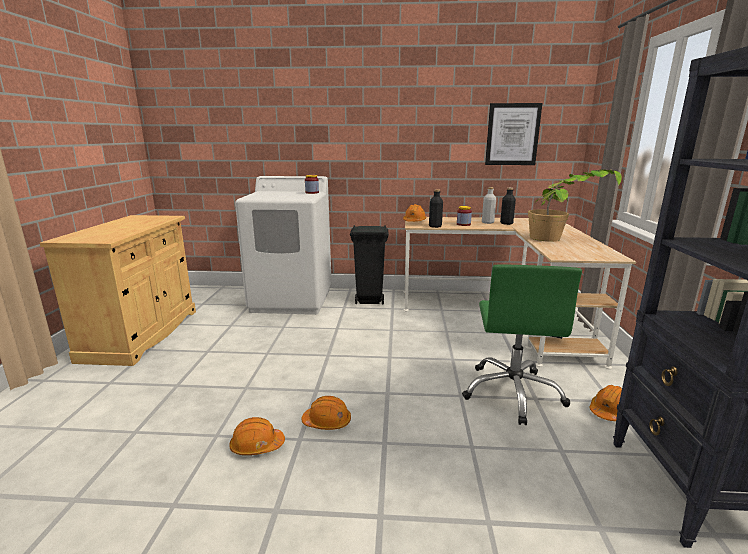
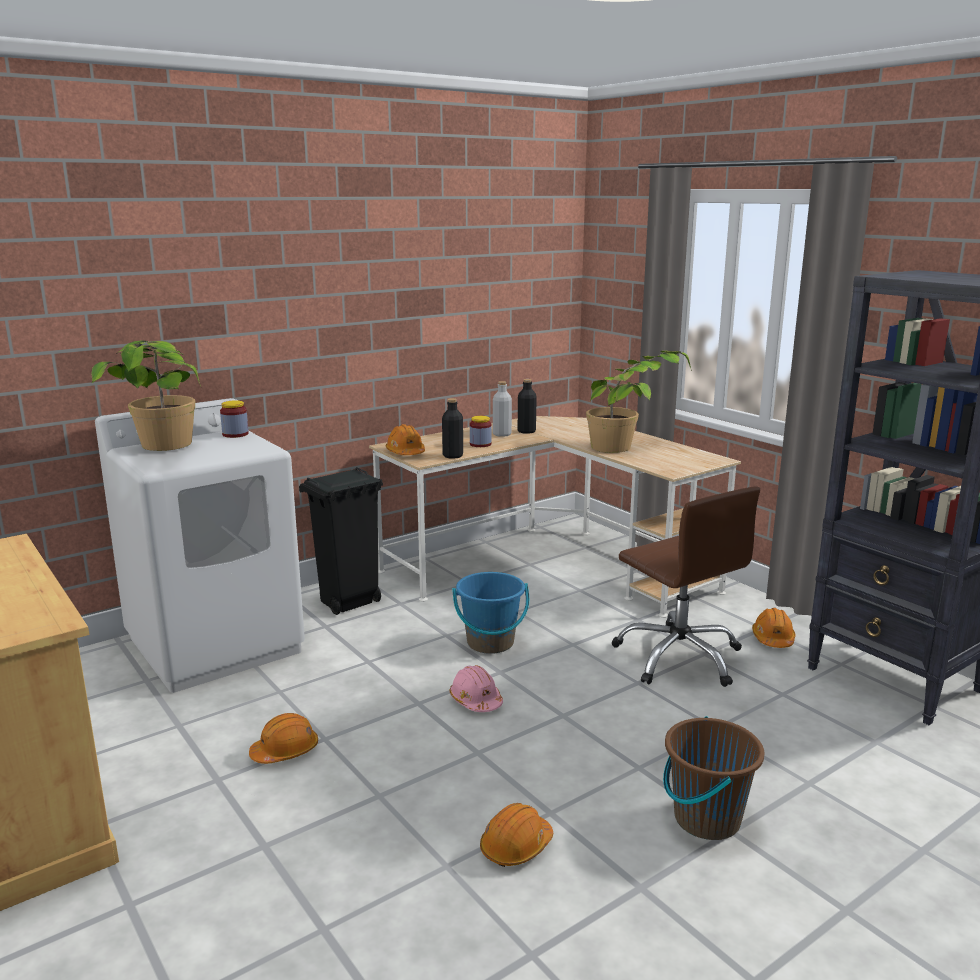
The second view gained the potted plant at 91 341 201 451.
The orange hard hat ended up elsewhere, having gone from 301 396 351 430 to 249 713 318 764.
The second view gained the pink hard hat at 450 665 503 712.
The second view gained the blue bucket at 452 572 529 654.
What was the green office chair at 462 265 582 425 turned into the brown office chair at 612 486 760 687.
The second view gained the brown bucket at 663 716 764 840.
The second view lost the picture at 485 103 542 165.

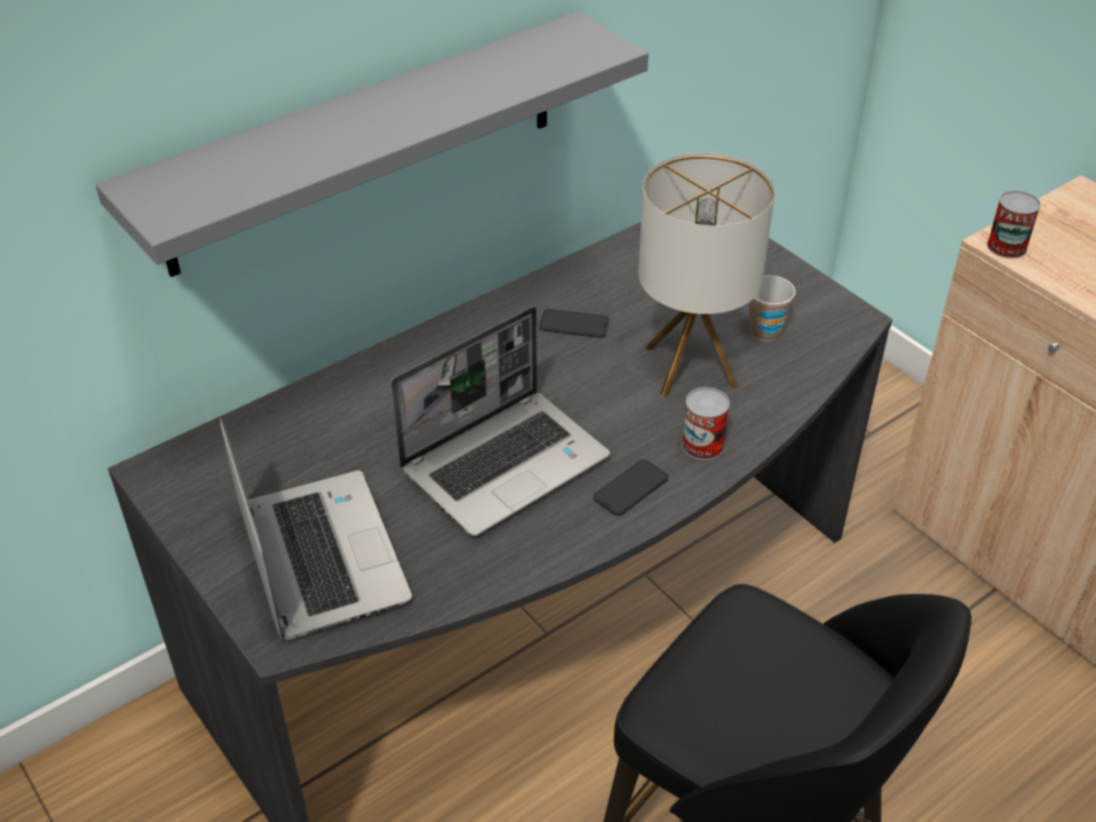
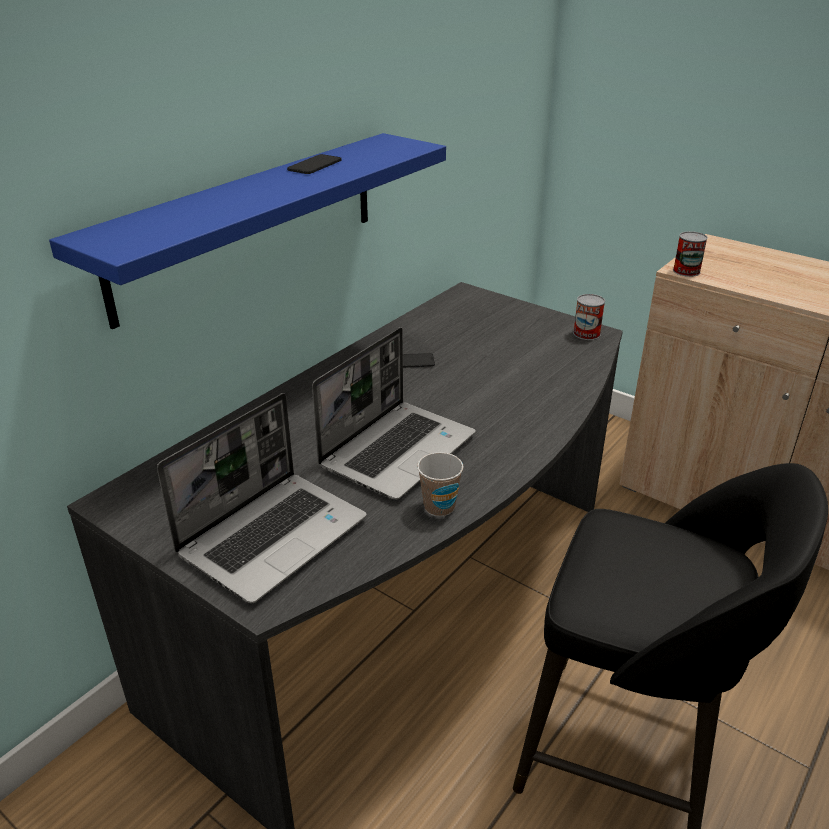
What was the grey shelf at 96 11 649 277 turned into the blue shelf at 49 133 446 329.
The laptop at 220 417 412 640 ended up facing another way, 75 degrees clockwise from before.
The phone ended up elsewhere, having gone from 593 459 668 516 to 287 154 342 174.
The cup ended up elsewhere, having gone from 749 275 795 342 to 417 452 463 517.
The can ended up elsewhere, having gone from 682 387 730 460 to 573 294 605 340.
The second view lost the table lamp at 638 152 775 397.

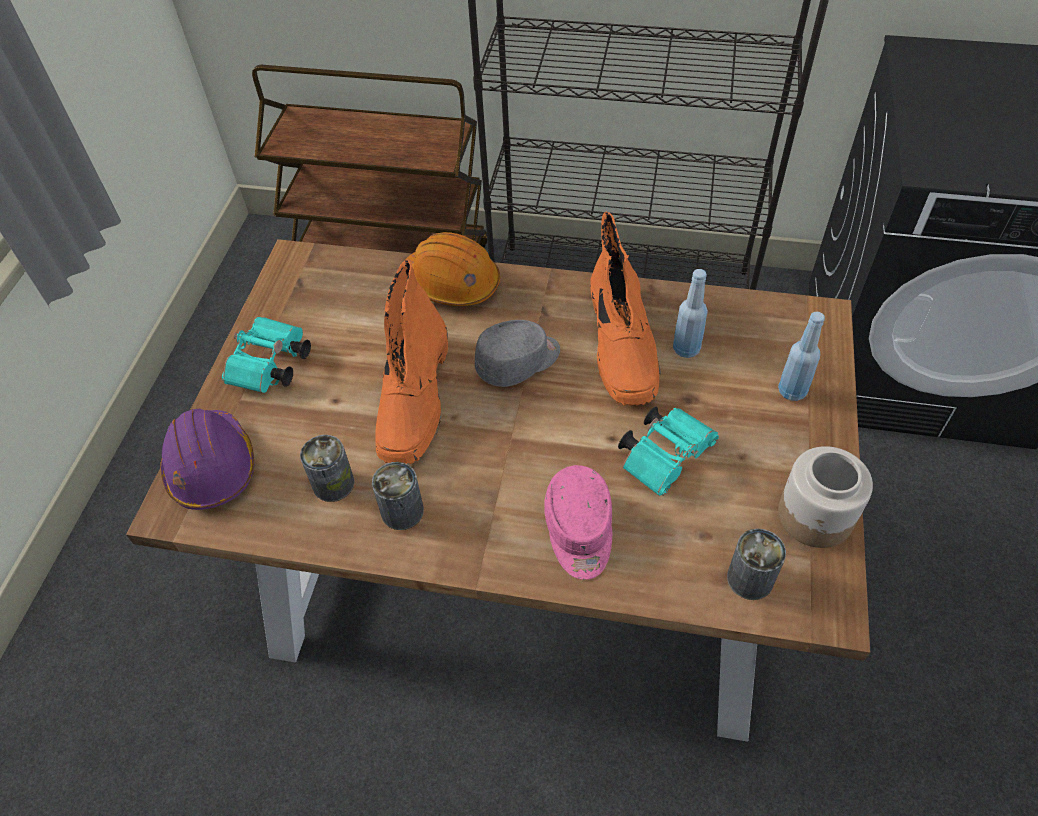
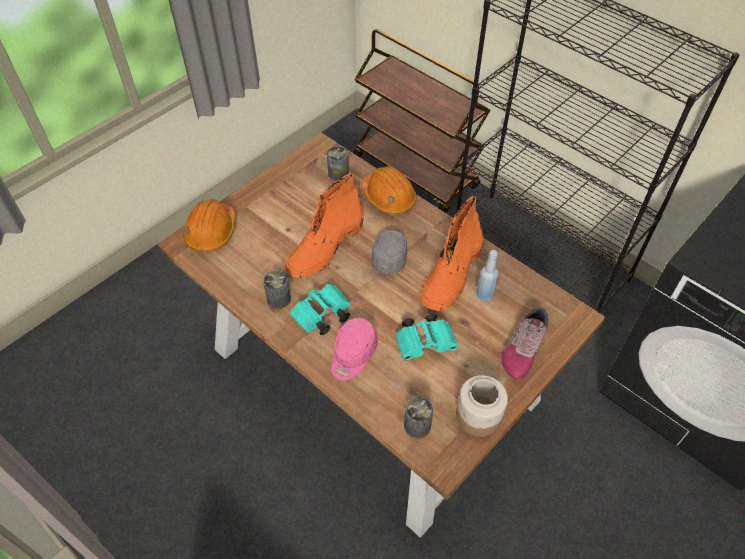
What was the purple hard hat at 160 409 254 510 turned into the orange hard hat at 183 199 236 252.
The turquoise binoculars ended up elsewhere, having gone from 222 317 311 393 to 290 284 351 335.
The can ended up elsewhere, having gone from 300 435 354 502 to 327 146 349 181.
The grey cap at 475 320 560 387 ended up facing another way, 75 degrees counterclockwise from before.
Where the blue bottle stood at 778 312 825 401, the shoe came to stand at 501 307 549 379.

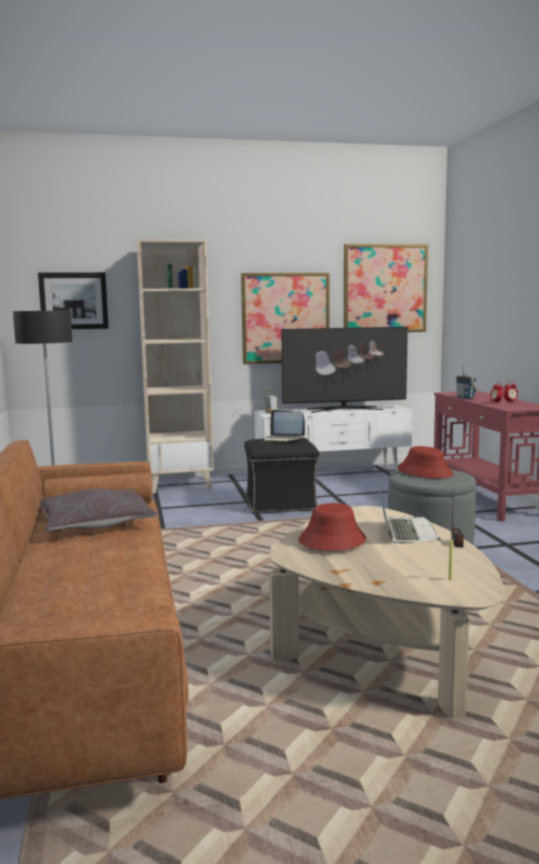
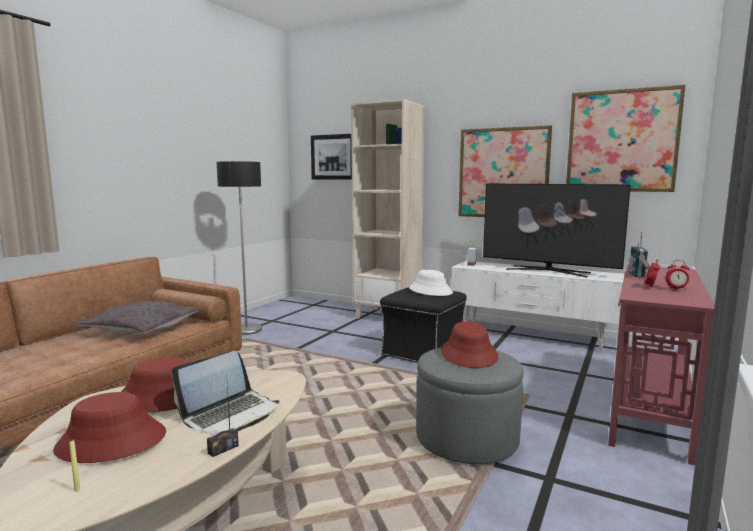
The second view gained the red hat at 53 392 166 463.
Where the laptop stood at 263 410 305 443, the white hat came to stand at 409 270 453 296.

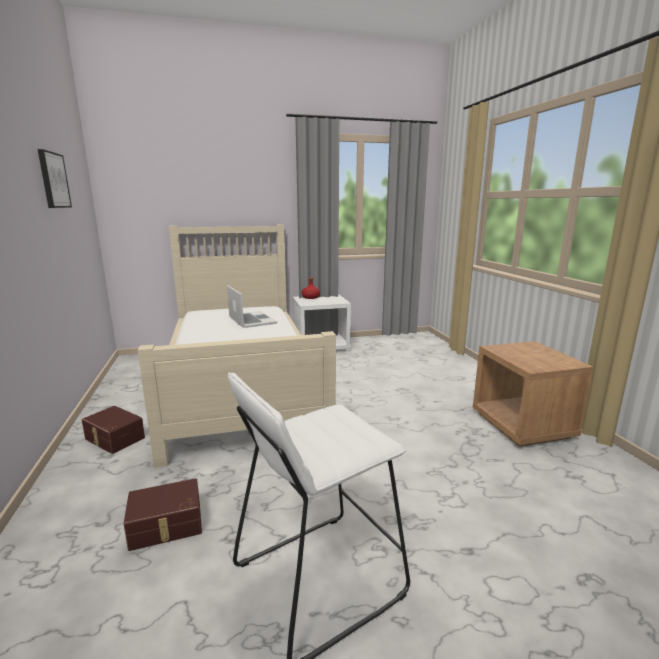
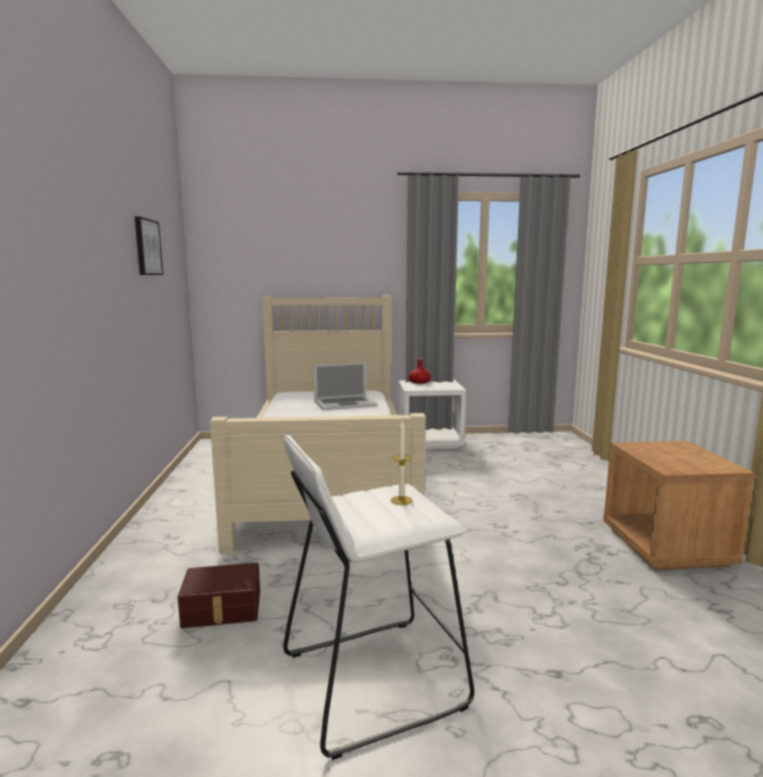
The laptop at 227 285 277 328 ended up facing another way, 90 degrees clockwise from before.
The second view gained the candle at 391 421 413 505.
The second view lost the brown storage box at 82 406 145 454.

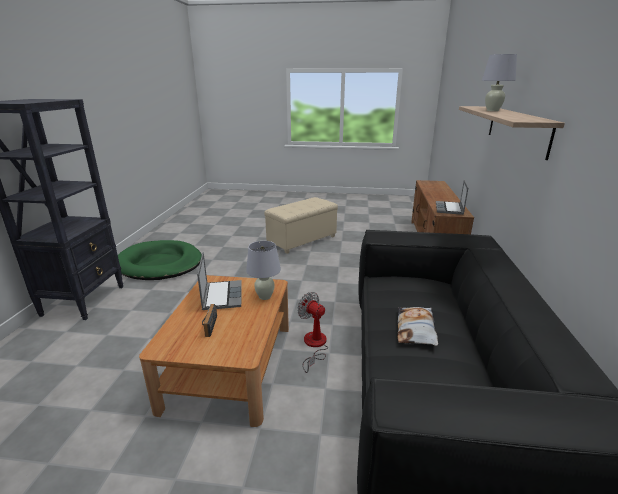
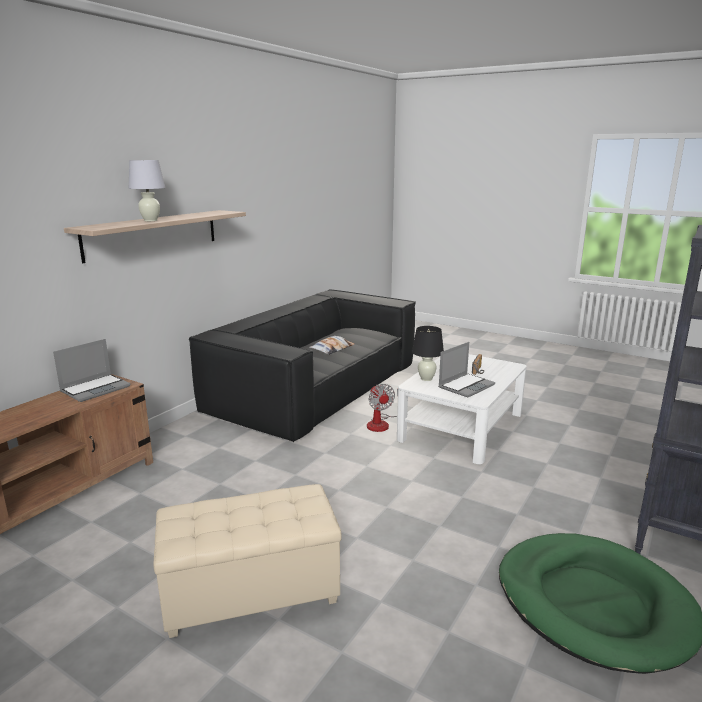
What was the brown coffee table at 139 275 289 427 turned into the white coffee table at 397 354 527 464.
What was the white table lamp at 246 241 281 300 turned into the black table lamp at 412 326 444 381.
The laptop at 197 252 242 310 ended up facing another way, 150 degrees counterclockwise from before.

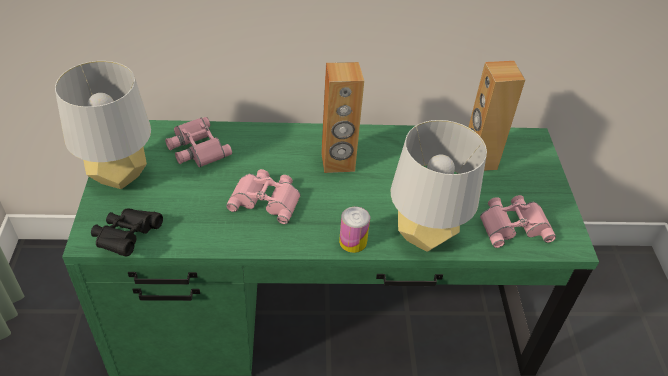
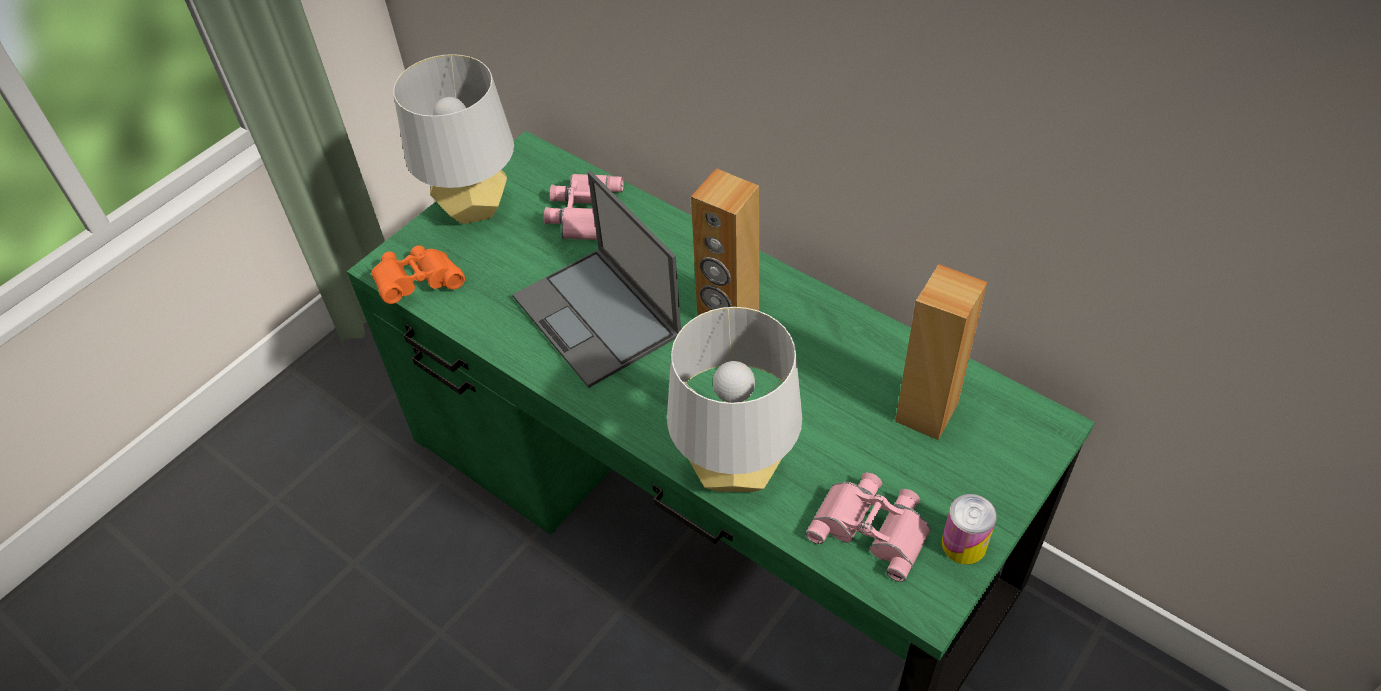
What was the black binoculars at 91 208 163 257 turned into the orange binoculars at 371 245 465 304.
Where the pink binoculars stood at 226 169 301 224, the laptop came to stand at 512 171 681 388.
The can ended up elsewhere, having gone from 339 207 370 253 to 942 494 997 565.

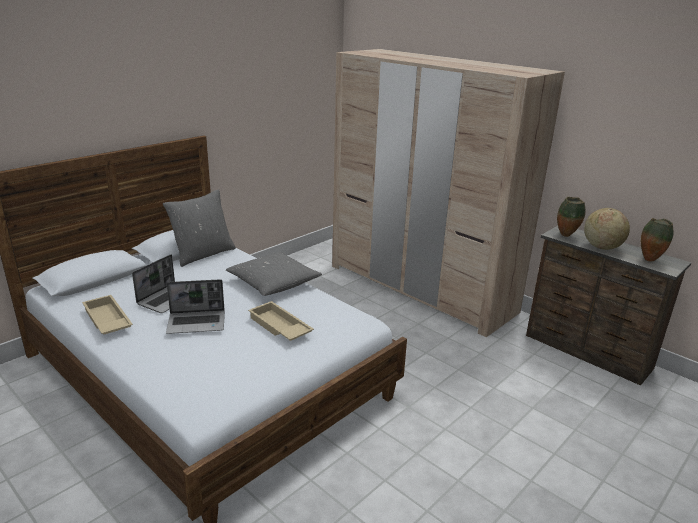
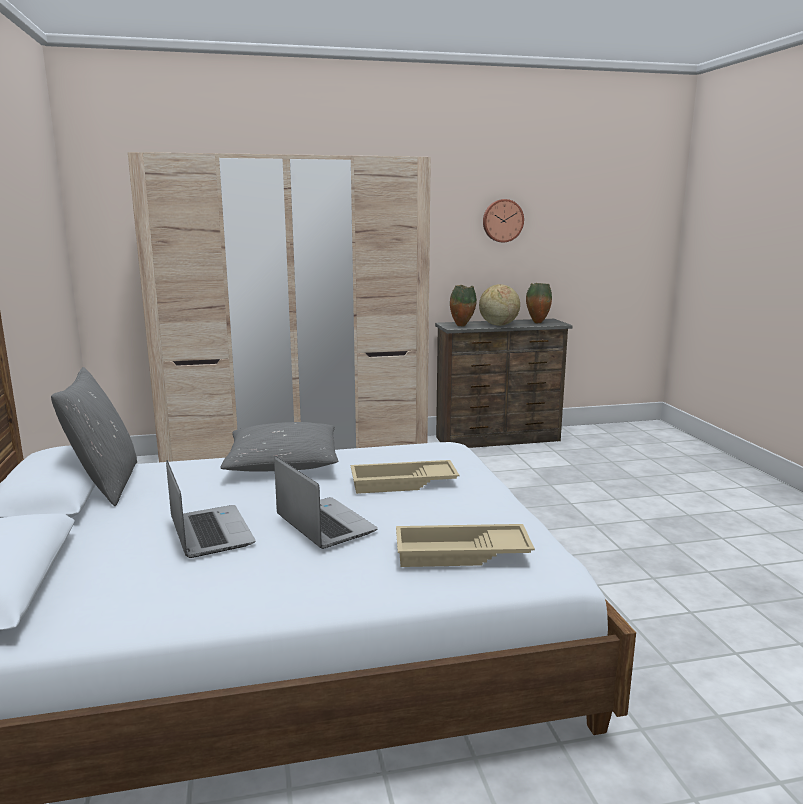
The laptop at 166 279 225 334 ended up facing another way, 60 degrees counterclockwise from before.
The beige tray ended up elsewhere, having gone from 82 295 133 335 to 396 524 535 567.
The second view gained the wall clock at 483 199 524 242.

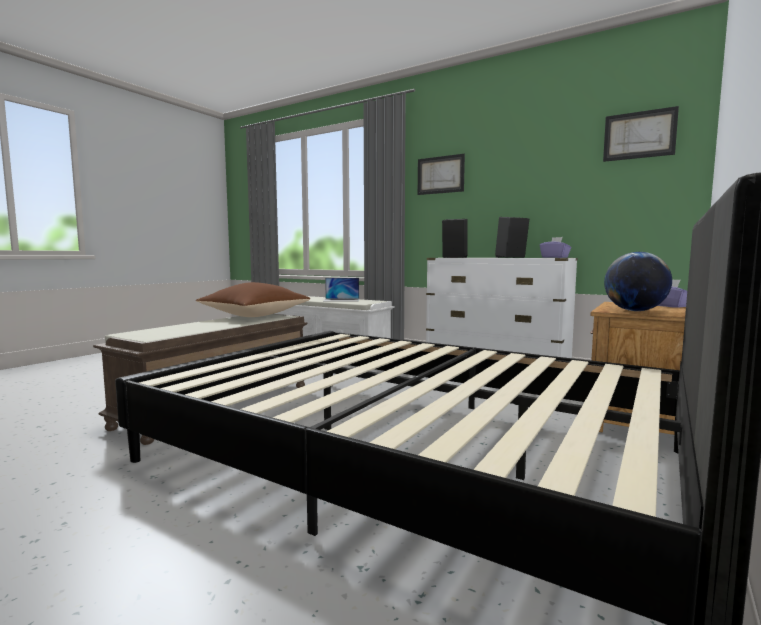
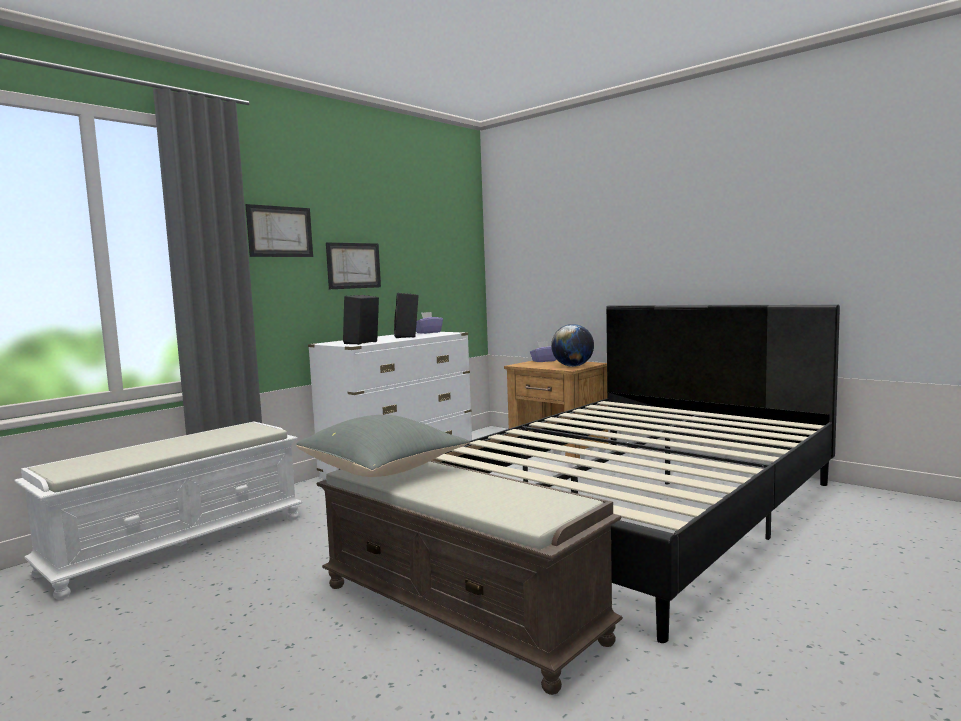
What was the brown pillow at 196 282 310 317 turned into the grey pillow at 296 415 470 477.
The picture ended up elsewhere, having gone from 603 106 679 162 to 326 242 381 289.
The second view lost the laptop at 324 278 359 301.

